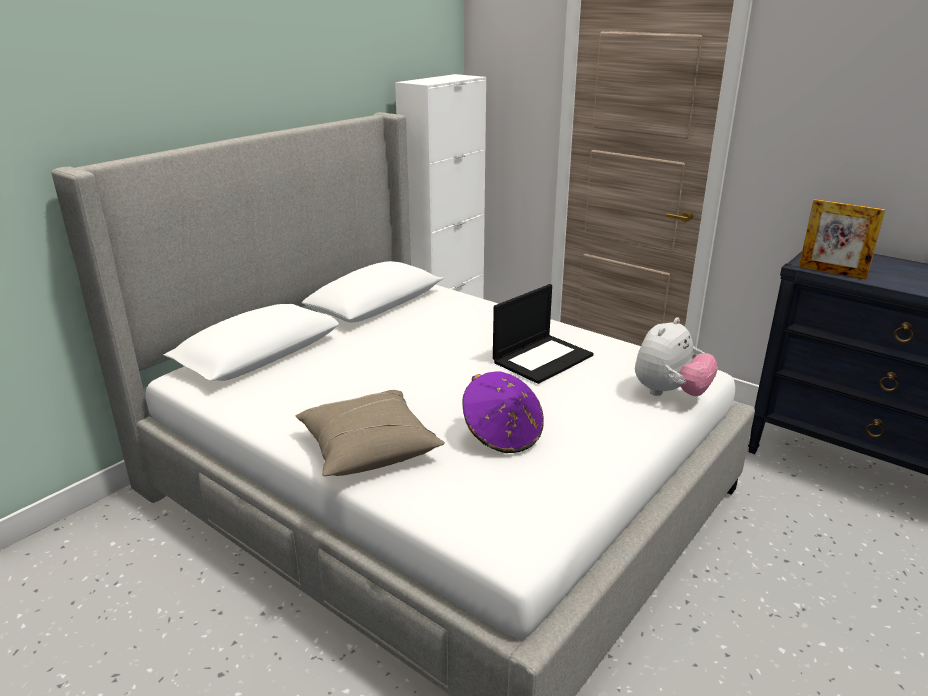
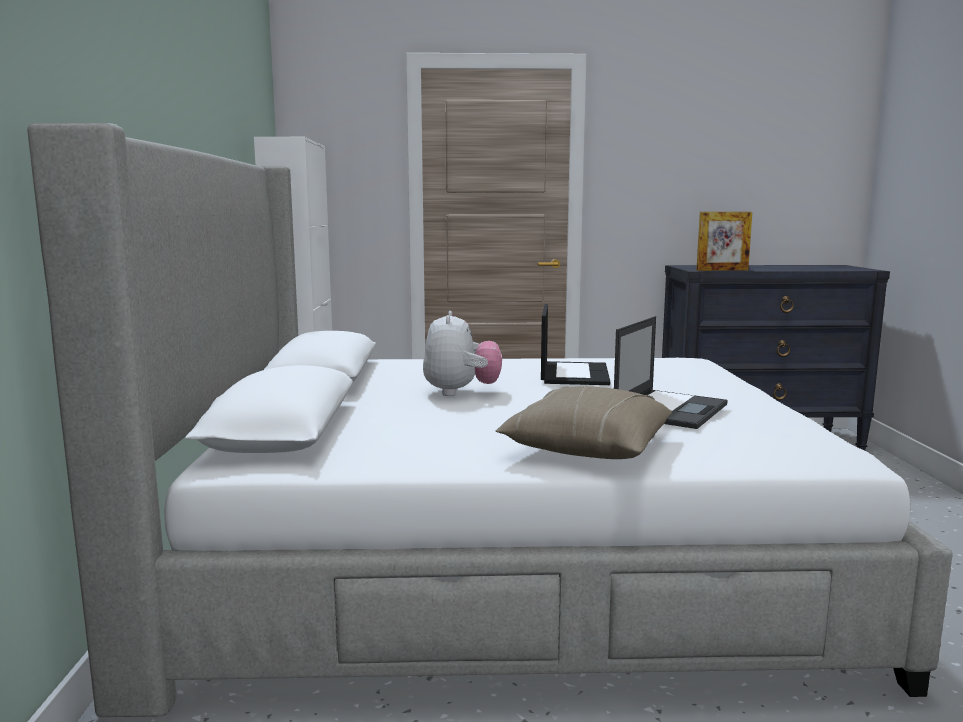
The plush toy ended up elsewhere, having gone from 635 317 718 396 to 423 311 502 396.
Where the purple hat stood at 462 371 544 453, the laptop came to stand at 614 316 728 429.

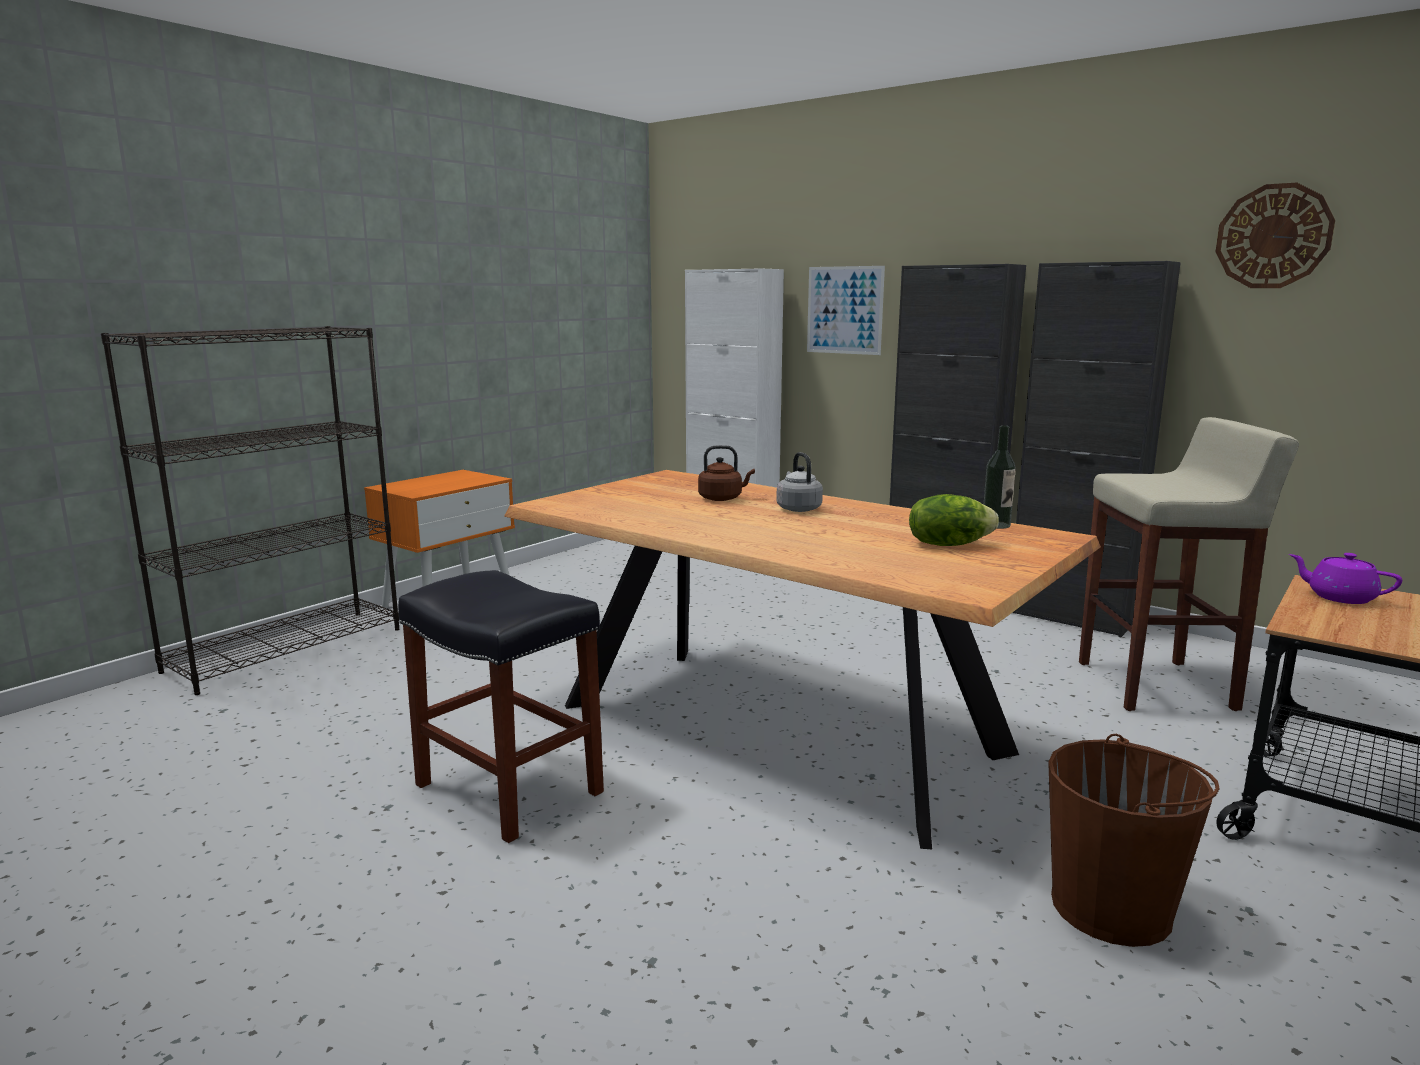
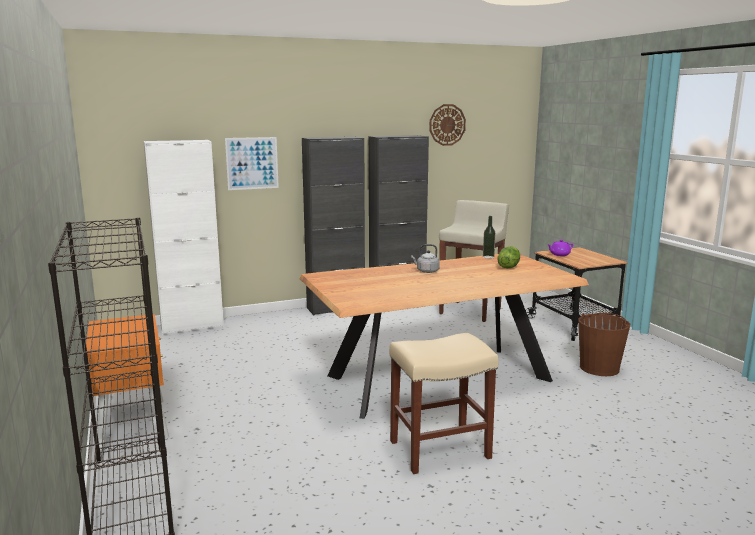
What was the black stool at 398 570 604 843 turned into the beige stool at 389 333 498 474.
The second view lost the brown kettle at 698 445 755 501.

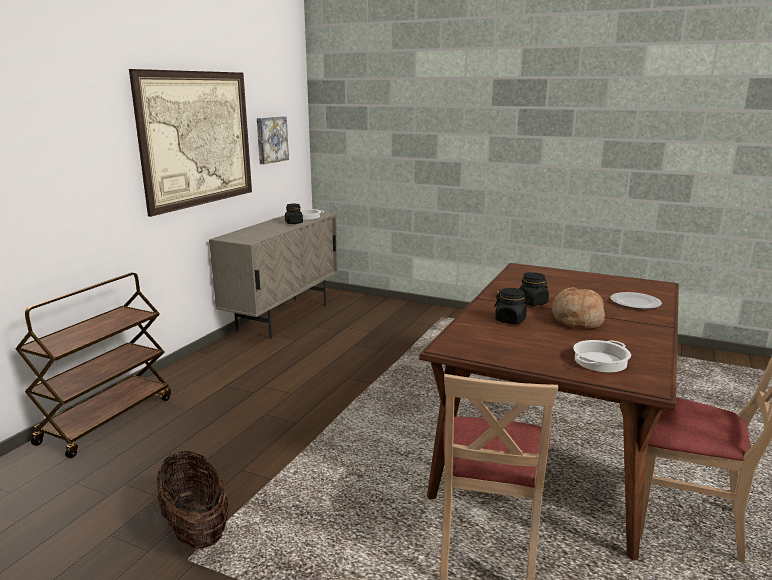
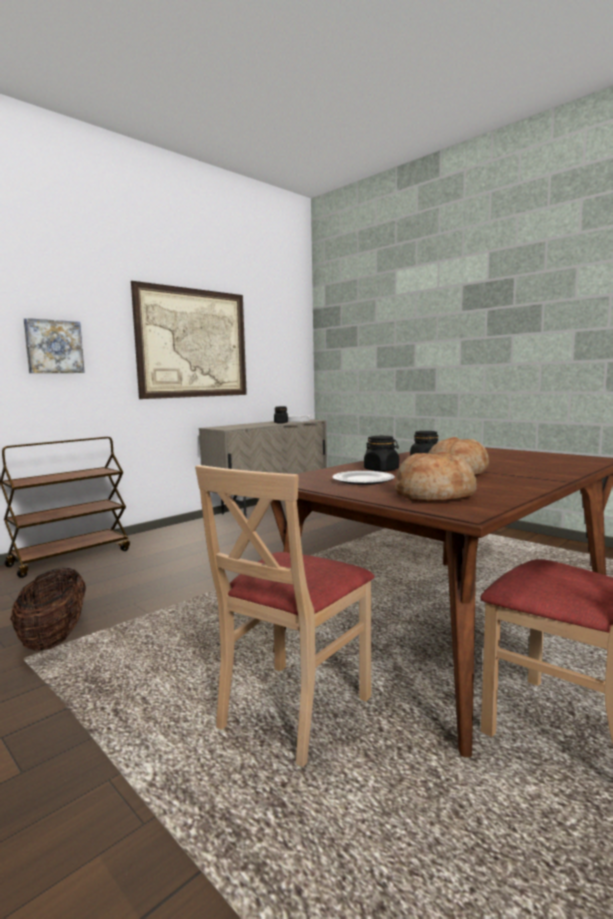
The picture ended up elsewhere, having gone from 257 116 289 164 to 24 318 85 373.
The plate ended up elsewhere, having gone from 610 292 662 309 to 332 471 395 485.
Where the cooking pot stood at 573 340 631 372, the bread came to stand at 395 451 477 502.

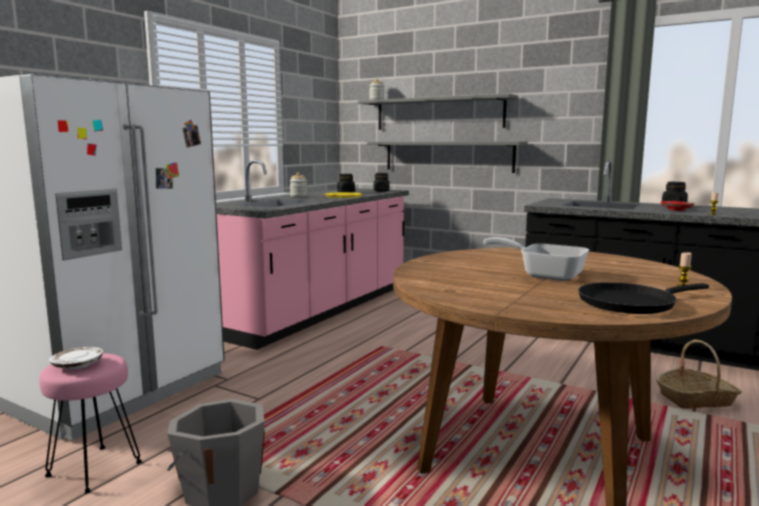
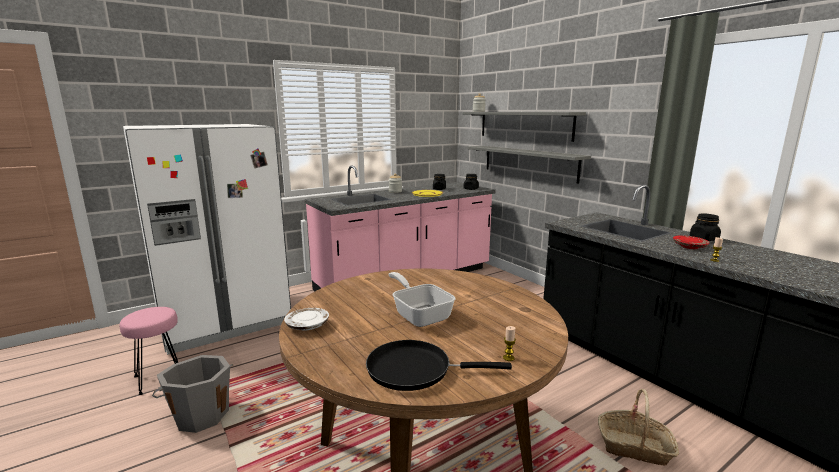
The white plate ended up elsewhere, having gone from 49 347 103 370 to 284 308 329 331.

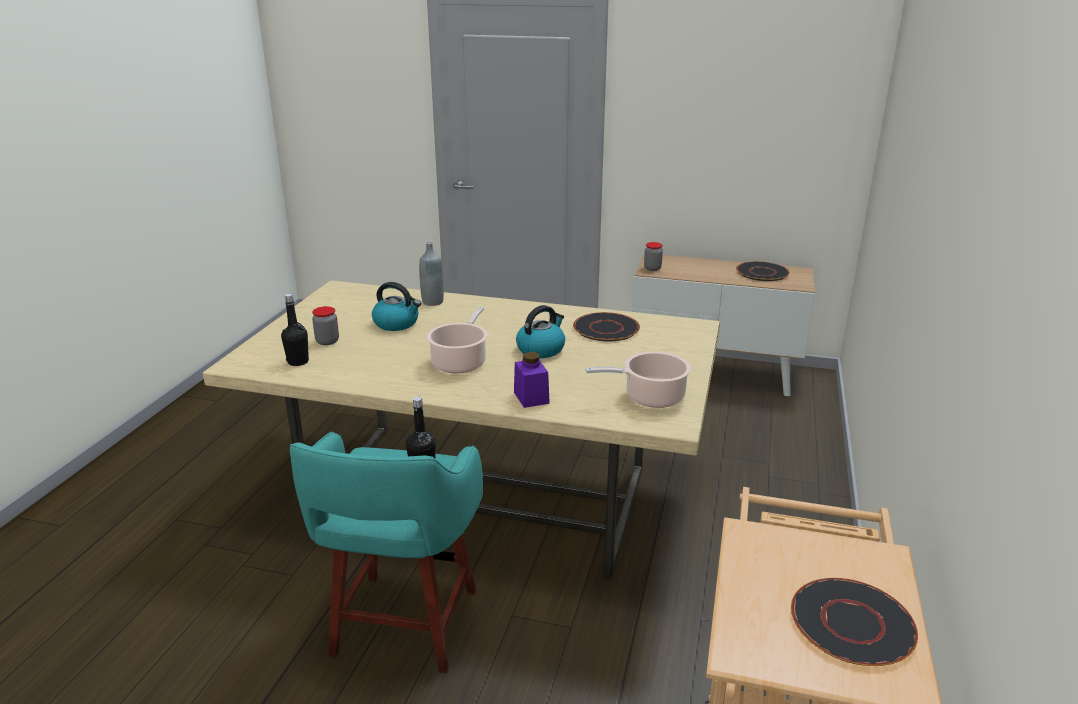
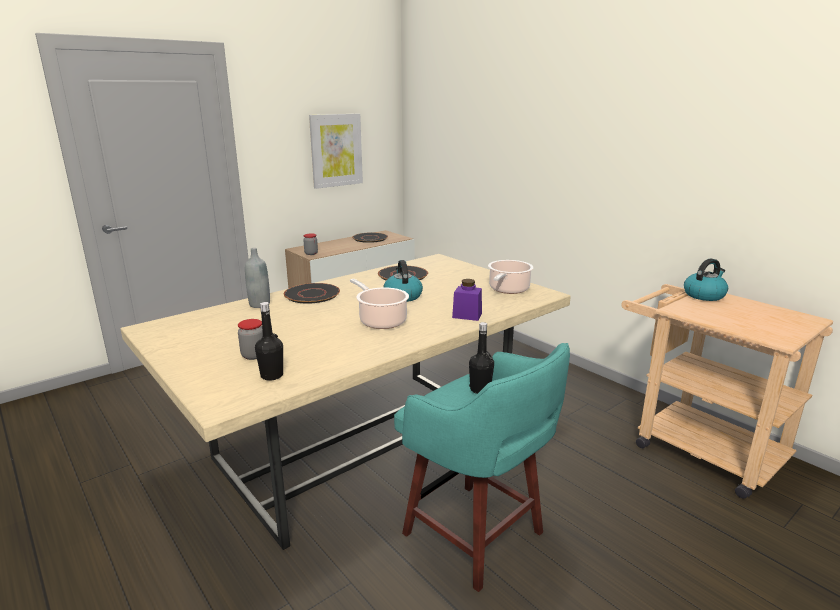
The black plate ended up elsewhere, having gone from 791 578 918 666 to 284 283 340 304.
The second view gained the picture at 309 114 363 189.
The kettle ended up elsewhere, having gone from 372 282 421 331 to 684 258 728 301.

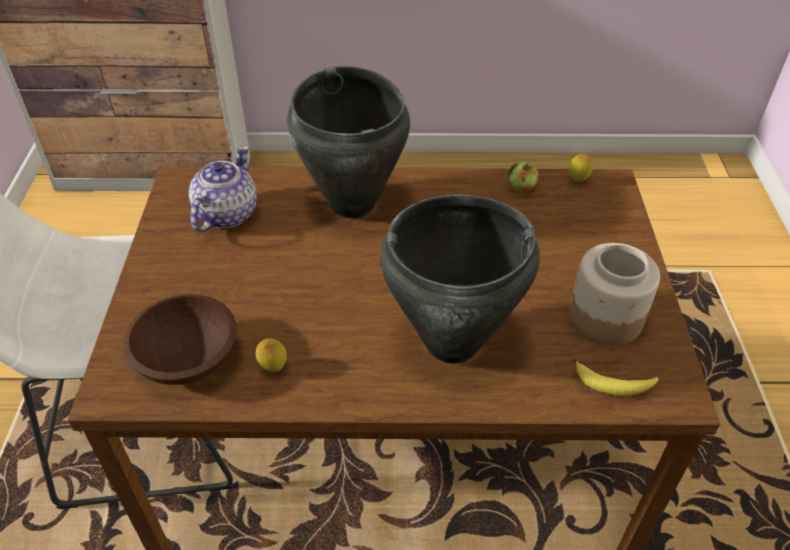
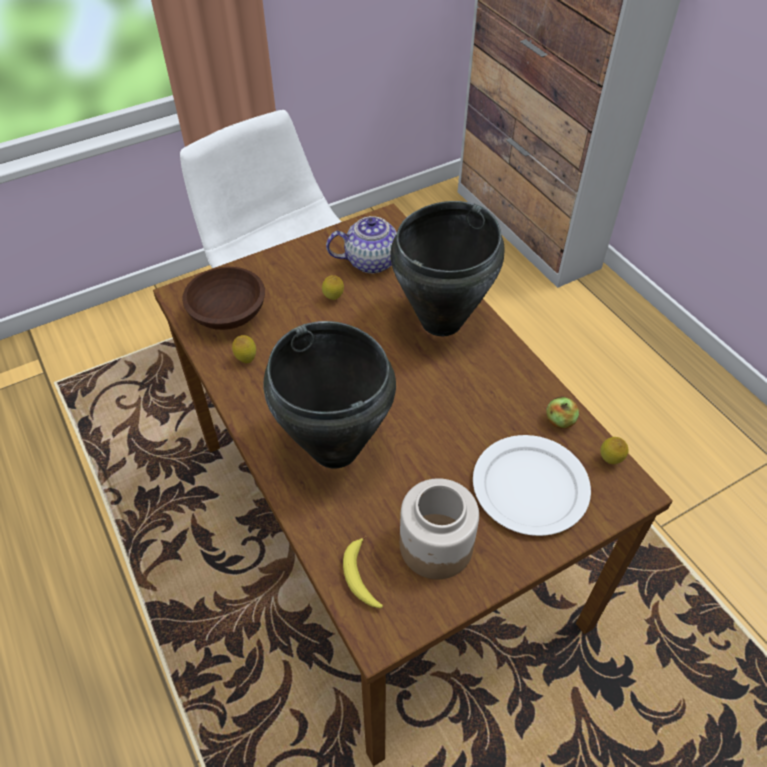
The second view gained the lemon at 322 275 344 300.
The second view gained the white plate at 473 435 591 536.

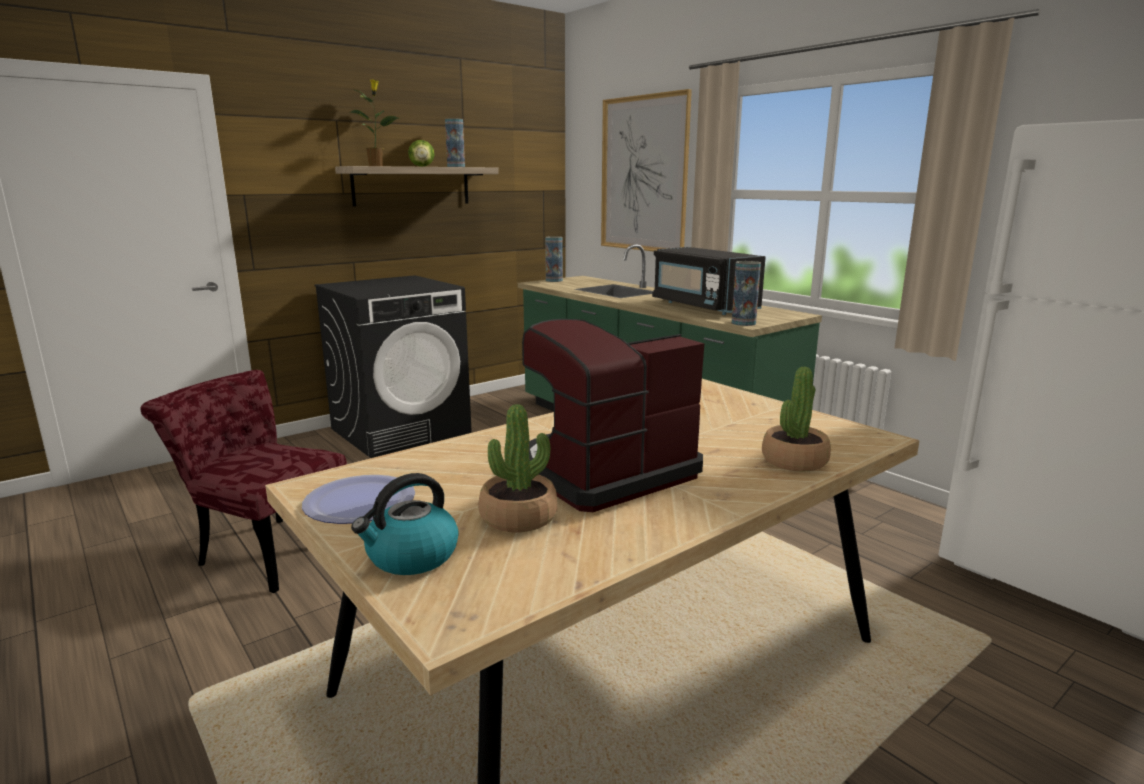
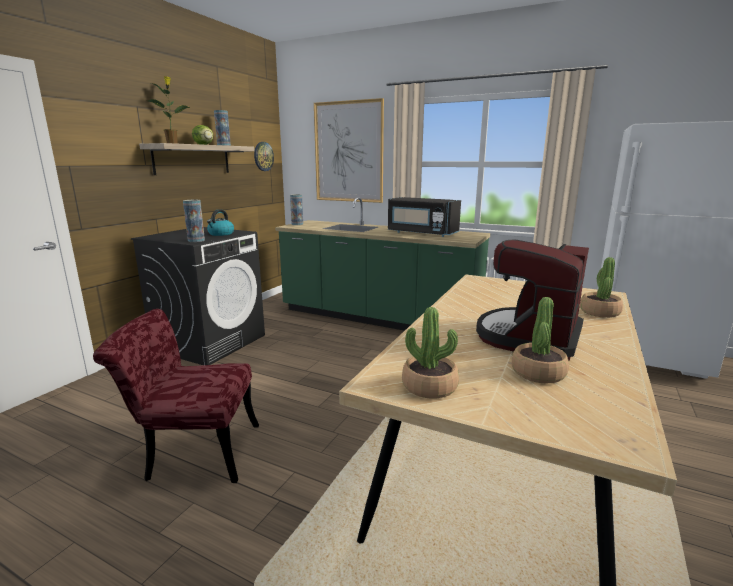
The vase ended up elsewhere, having gone from 732 261 761 326 to 183 200 205 242.
The kettle ended up elsewhere, having gone from 351 473 458 575 to 207 209 234 236.
The second view gained the wall clock at 254 142 274 171.
Where the plate stood at 302 475 415 524, the potted plant came to stand at 402 307 459 399.

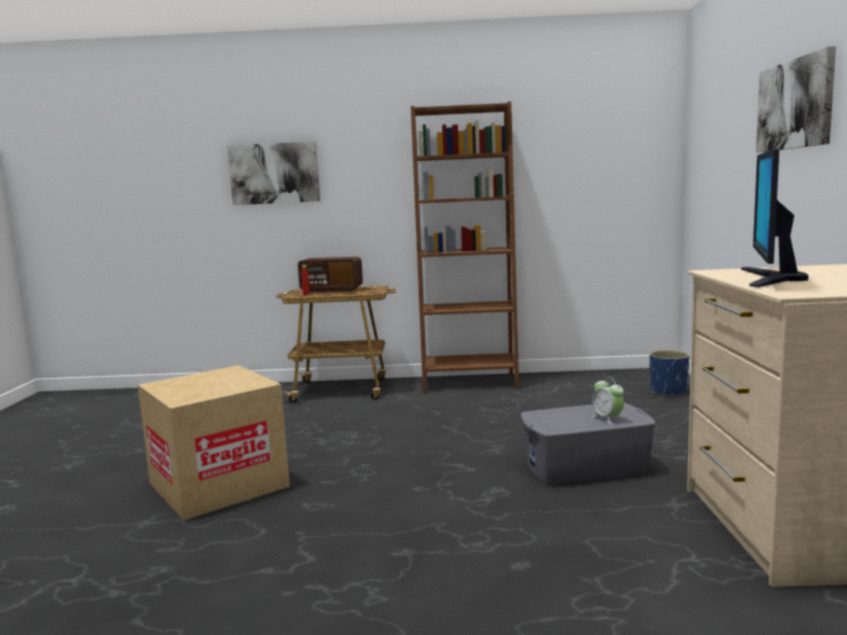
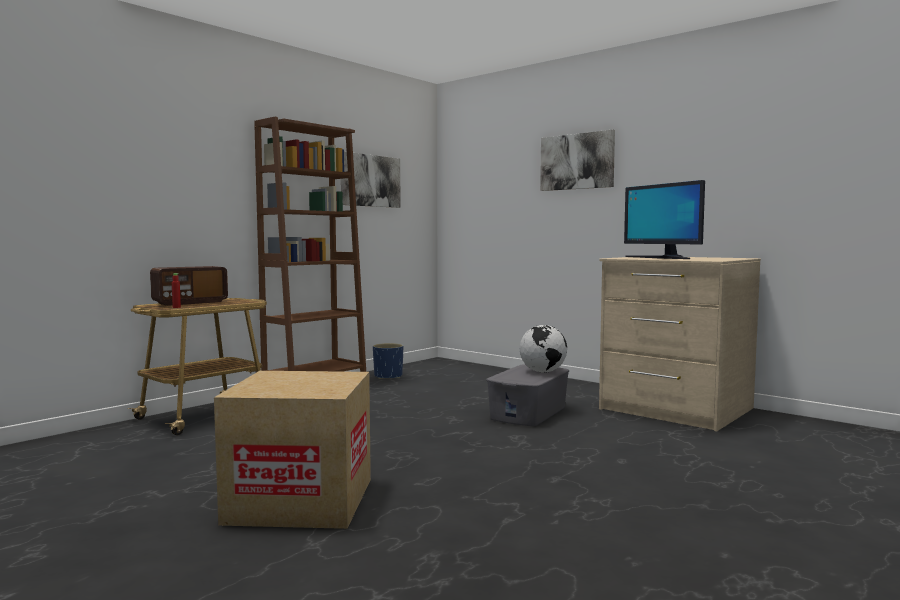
The picture ended up elsewhere, having gone from 227 141 320 205 to 341 152 401 208.
The blue planter ended up elsewhere, having gone from 649 350 690 396 to 373 343 403 379.
Where the alarm clock stood at 592 377 624 425, the globe came to stand at 520 325 567 373.

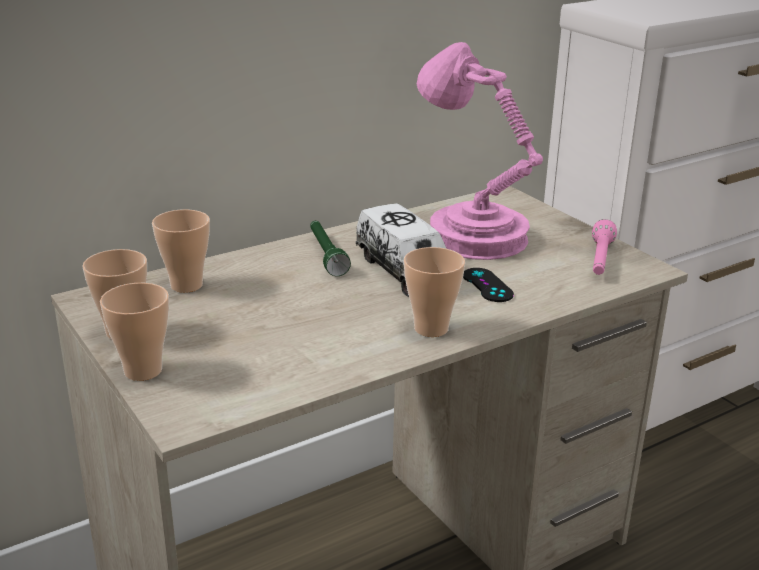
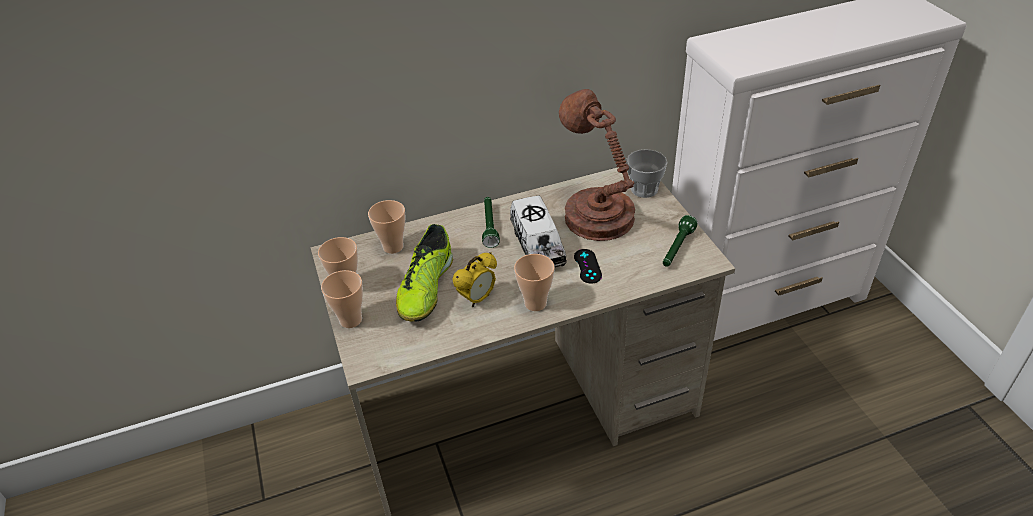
The second view gained the shoe at 396 224 453 322.
The second view gained the alarm clock at 452 252 497 307.
What was the pink table lamp at 417 42 543 260 turned into the brown table lamp at 559 89 635 241.
The second view gained the cup at 626 149 668 198.
What was the pink flashlight at 592 219 617 275 turned into the green flashlight at 663 215 697 267.

